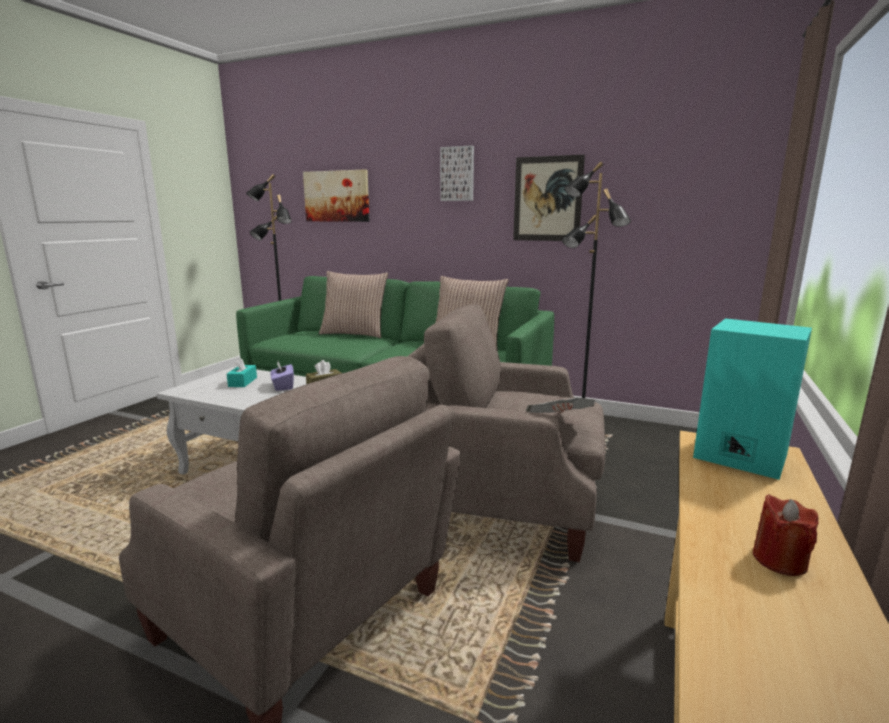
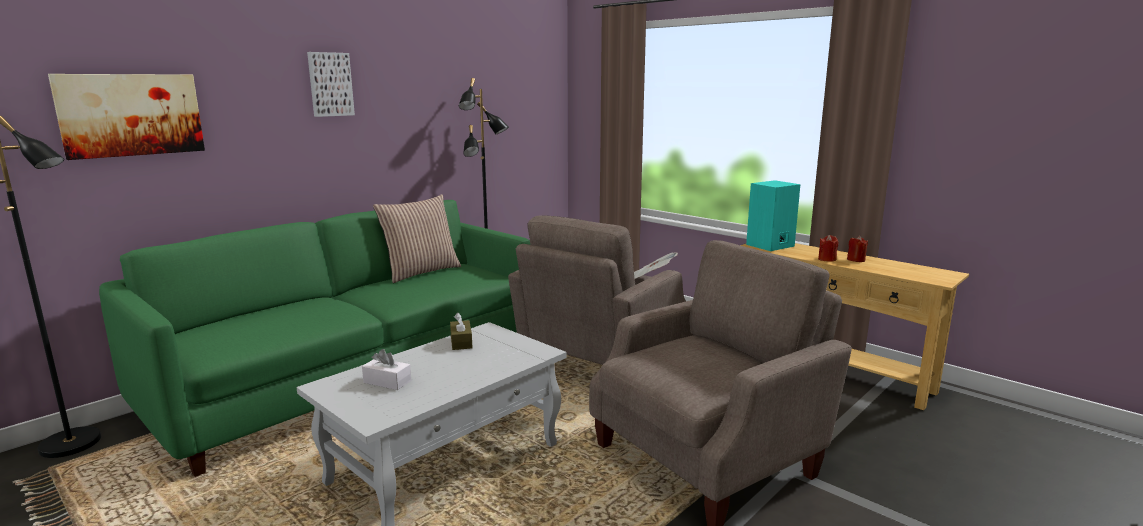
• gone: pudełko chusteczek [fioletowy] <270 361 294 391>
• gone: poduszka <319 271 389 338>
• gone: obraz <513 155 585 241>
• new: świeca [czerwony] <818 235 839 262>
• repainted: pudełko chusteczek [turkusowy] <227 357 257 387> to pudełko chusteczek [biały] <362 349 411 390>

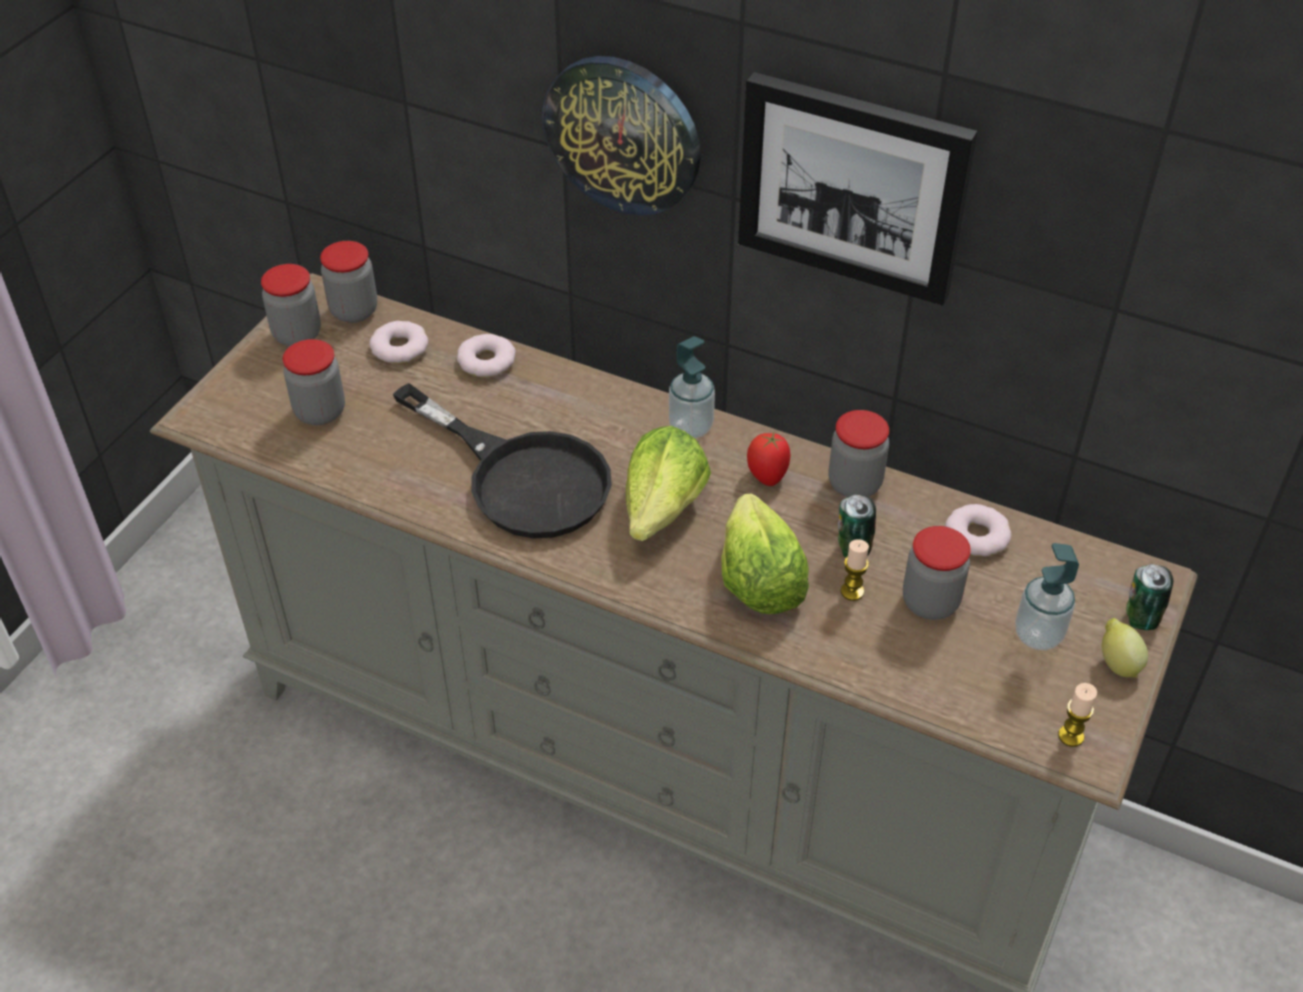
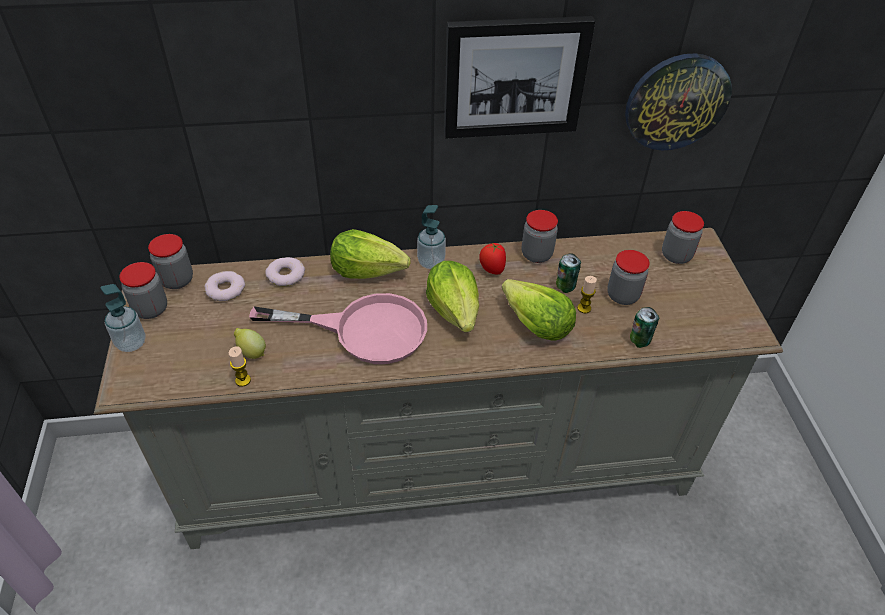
• gone: donut <945 504 1012 556>
• new: sałata <330 229 411 279>
• shifted: słoik <283 339 345 425> to <662 211 704 264>
• shifted: zegar ścienny <542 56 701 215> to <625 53 732 150>
• shifted: dozownik mydła <1015 543 1079 650> to <100 284 146 352>
• shifted: świeca <1058 683 1097 747> to <229 346 251 387>
• shifted: cytryna <1102 618 1148 678> to <234 328 266 359>
• shifted: puszka <1126 564 1173 630> to <630 307 659 348>
• repainted: patelnia [czarny] <393 383 612 539> to patelnia [różowy] <249 293 427 364>

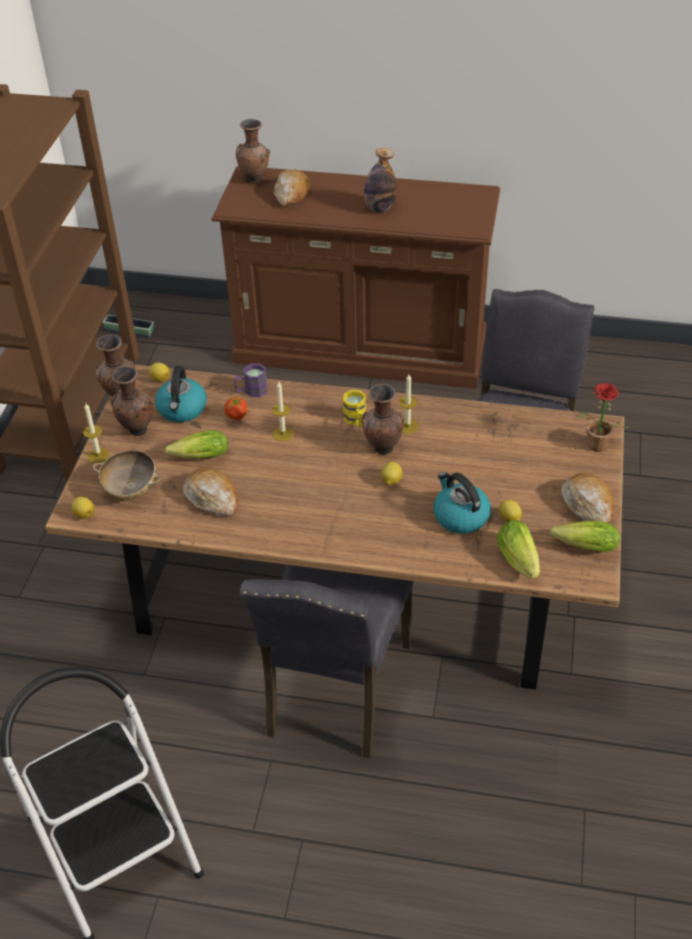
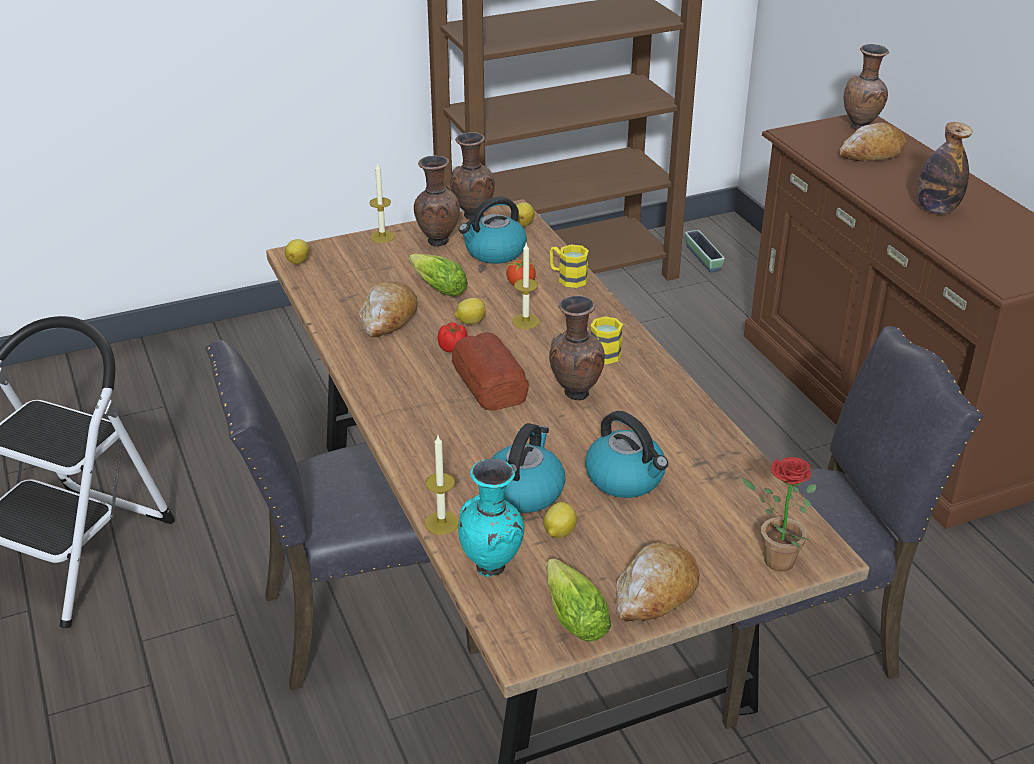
• gone: miska [beżowy] <93 450 161 500>
• new: pomidor <438 322 468 352>
• new: chleb <452 332 528 411>
• new: czajnik <585 411 668 498>
• shifted: cytryna <381 462 403 485> to <454 298 486 324>
• shifted: świeca <399 374 418 434> to <425 436 459 535>
• swapped: sałata <497 520 540 579> to wazon [turkusowy] <458 459 524 577>
• repainted: kubek [fioletowy] <234 364 268 397> to kubek [żółty] <550 244 589 288>

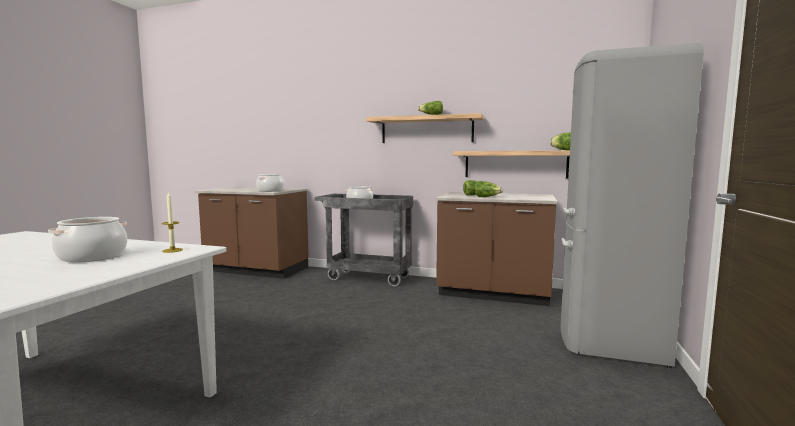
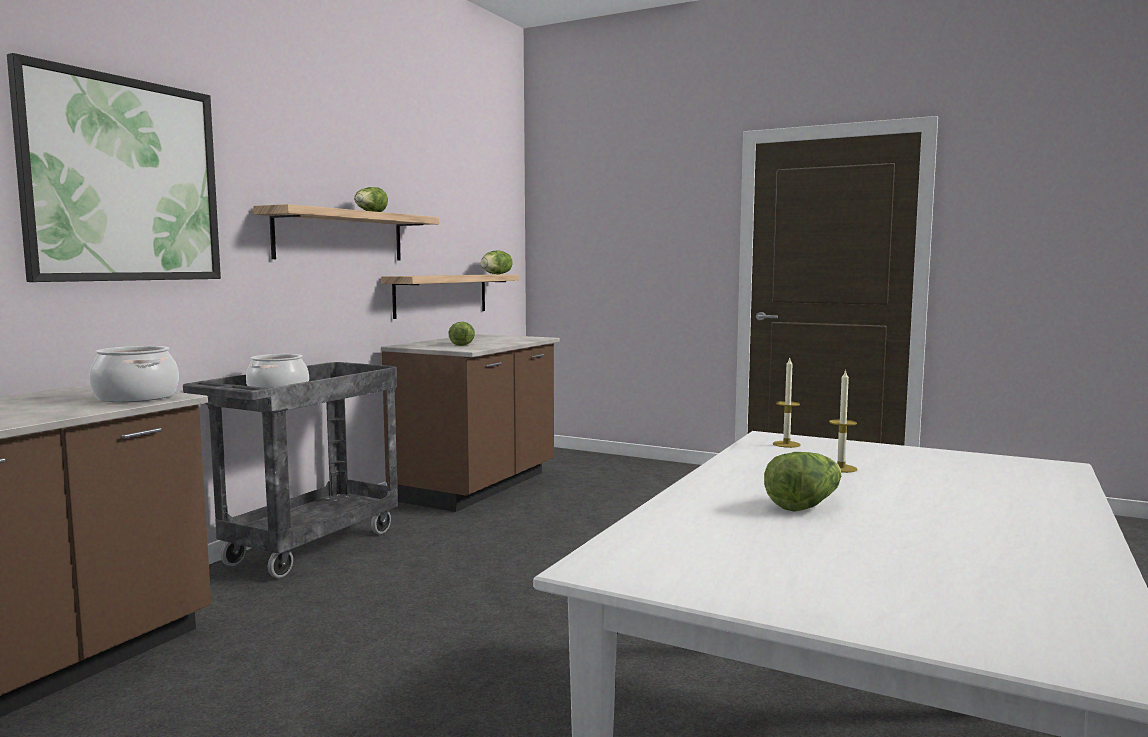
• gone: lodówka [szary] <561 43 704 369>
• new: obraz <7 53 221 282>
• shifted: sałata <475 181 503 197> to <764 452 841 512>
• swapped: garnek <48 217 127 262> to świeca <829 369 858 473>

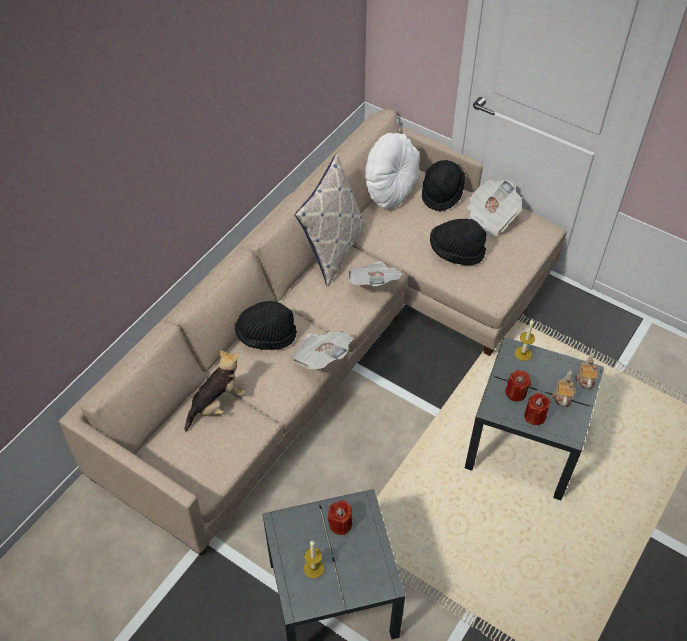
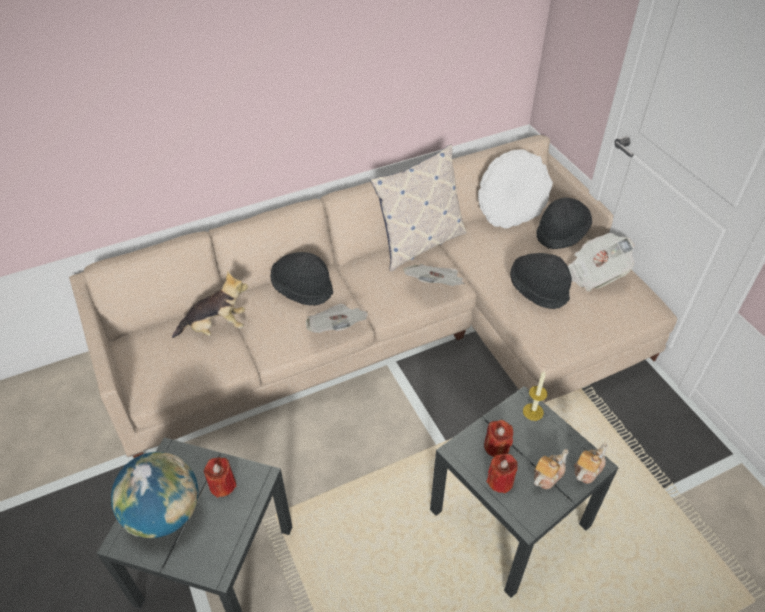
• swapped: świeca <304 541 324 578> to globus <111 452 198 538>

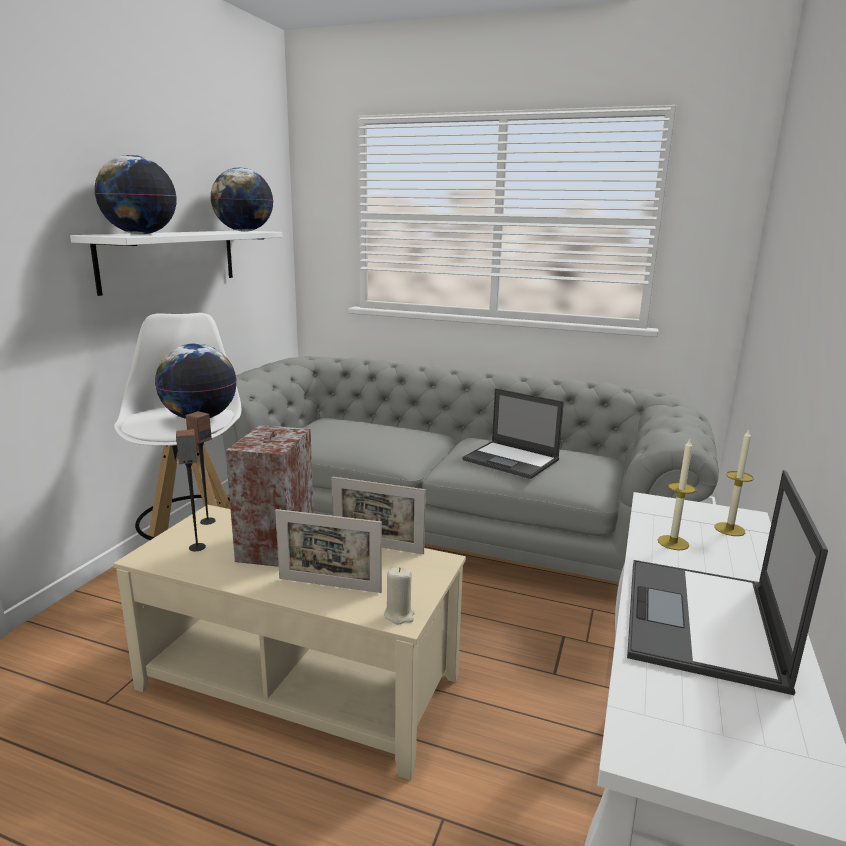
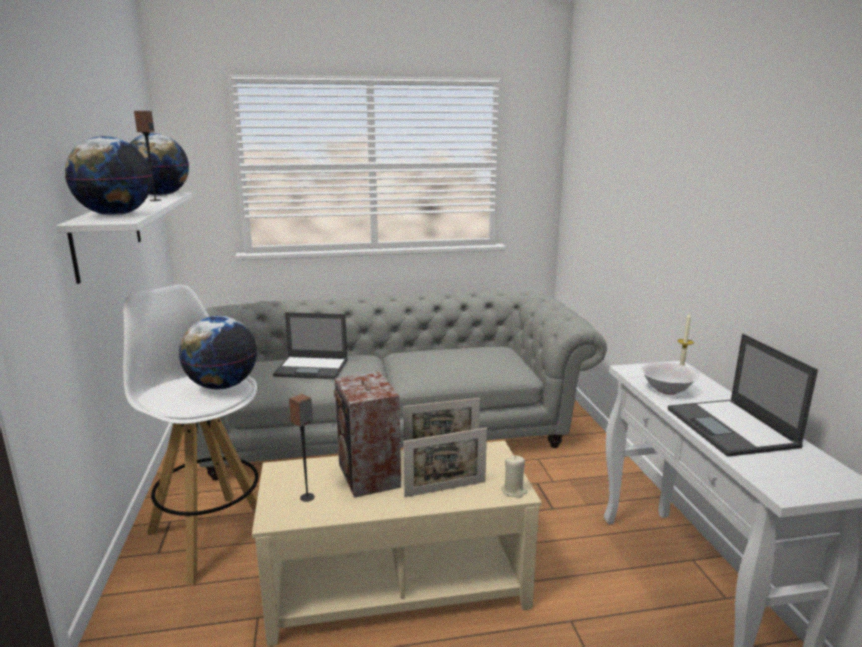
• shifted: głośnik <186 411 216 525> to <134 111 161 201>
• shifted: laptop <462 388 564 479> to <273 312 348 379>
• swapped: świeca <658 439 696 550> to miska [biały] <641 362 699 395>

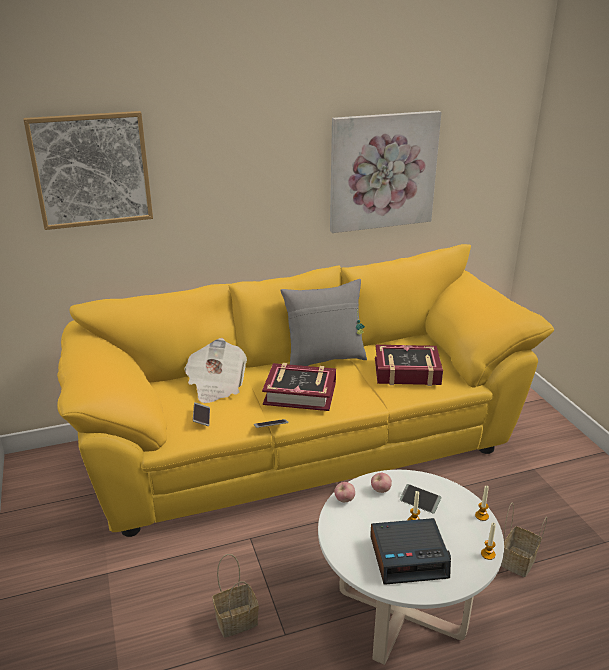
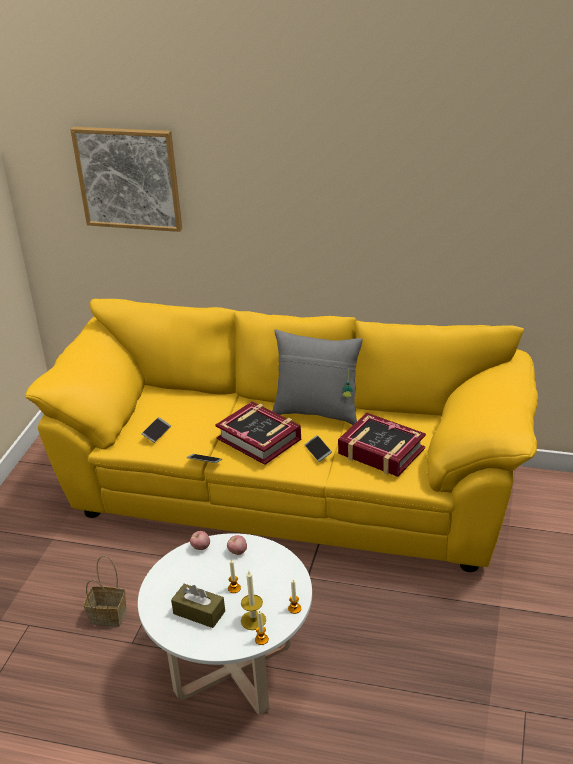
• gone: gazeta <185 338 247 403>
• gone: obraz <330 111 441 233>
• gone: koszyk <501 502 547 577>
• new: świeca <241 571 266 630>
• shifted: telefon <400 484 441 514> to <305 435 332 462>
• swapped: budzik <370 518 451 585> to pudełko chusteczek [brązowy] <171 584 225 628>

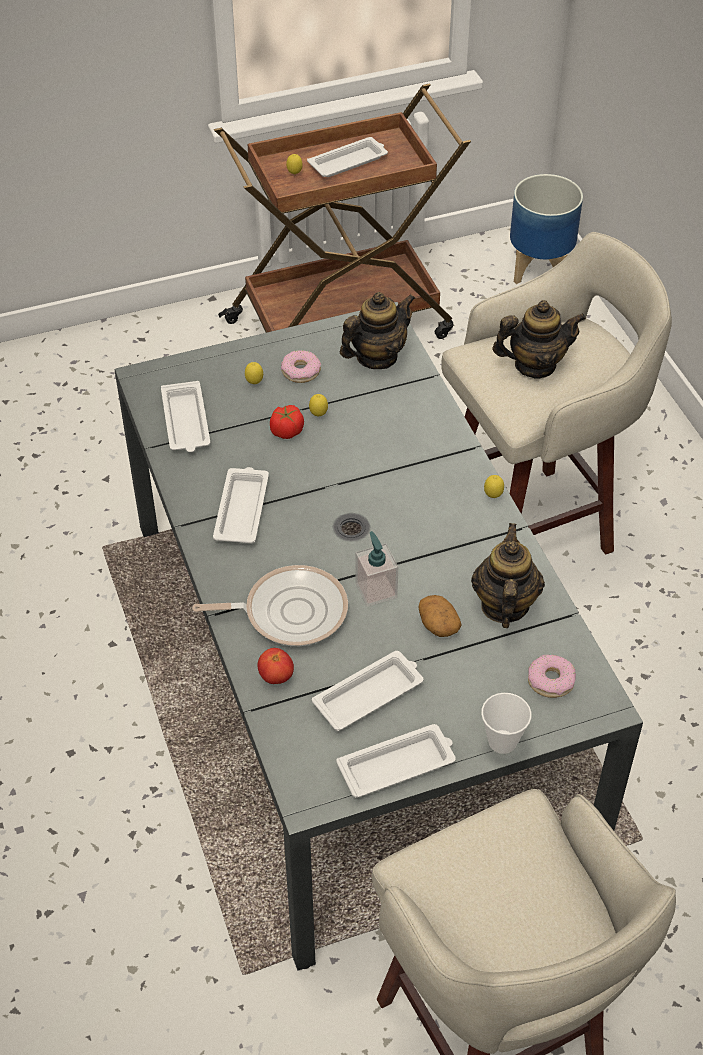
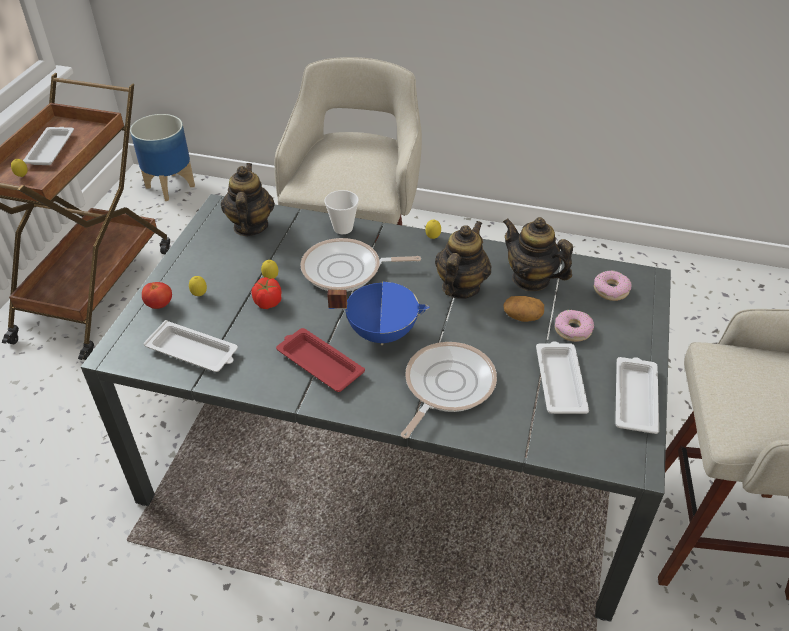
• gone: dozownik mydła <355 531 398 607>
• new: patelnia <300 238 421 292>
• new: garnek [niebieski] <327 282 429 345>
• shifted: pomidor <257 648 294 684> to <142 282 172 309>
• shifted: donut <281 350 321 383> to <555 310 594 342>
• shifted: filiżanka <481 693 532 754> to <325 190 359 234>
• shifted: imbryk <492 300 586 379> to <435 221 492 299>
• repainted: taca [biały] <213 467 269 543> to taca [czerwony] <276 328 365 392>

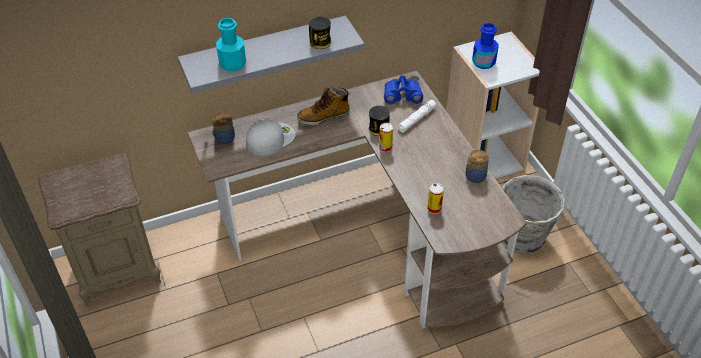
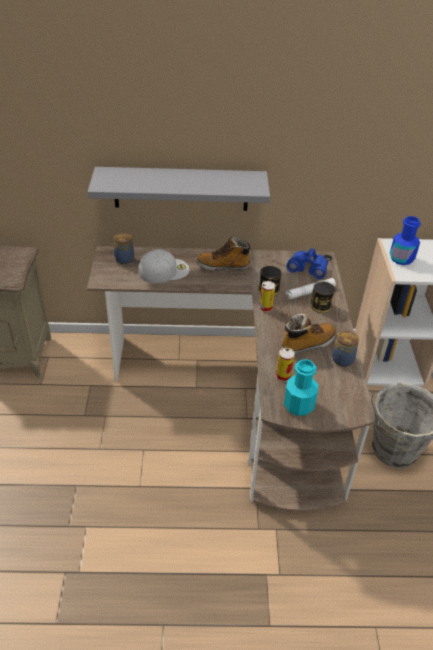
• new: but z cholewką <281 313 336 354>
• shifted: butelka [turkusowy] <216 18 246 71> to <284 359 318 416>
• shifted: puszka <309 17 331 49> to <311 281 335 313>

